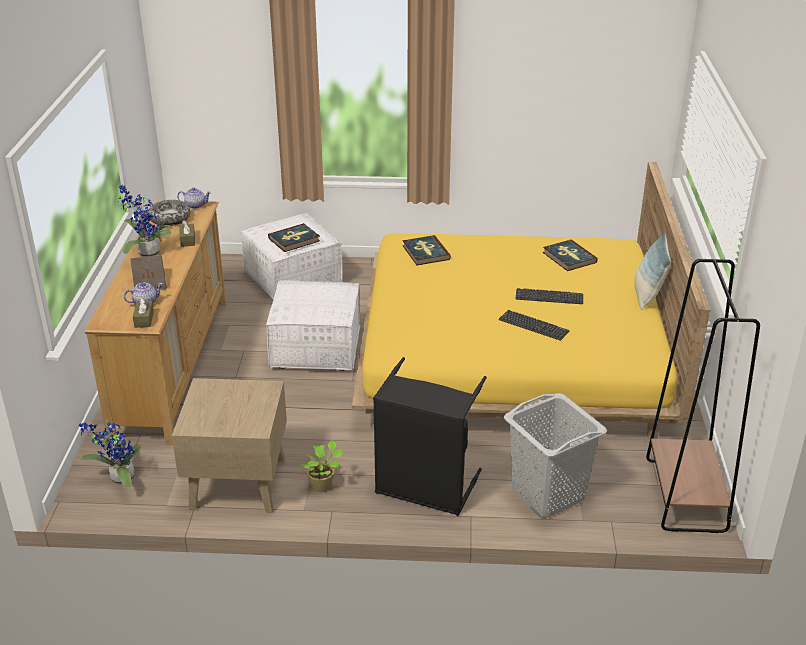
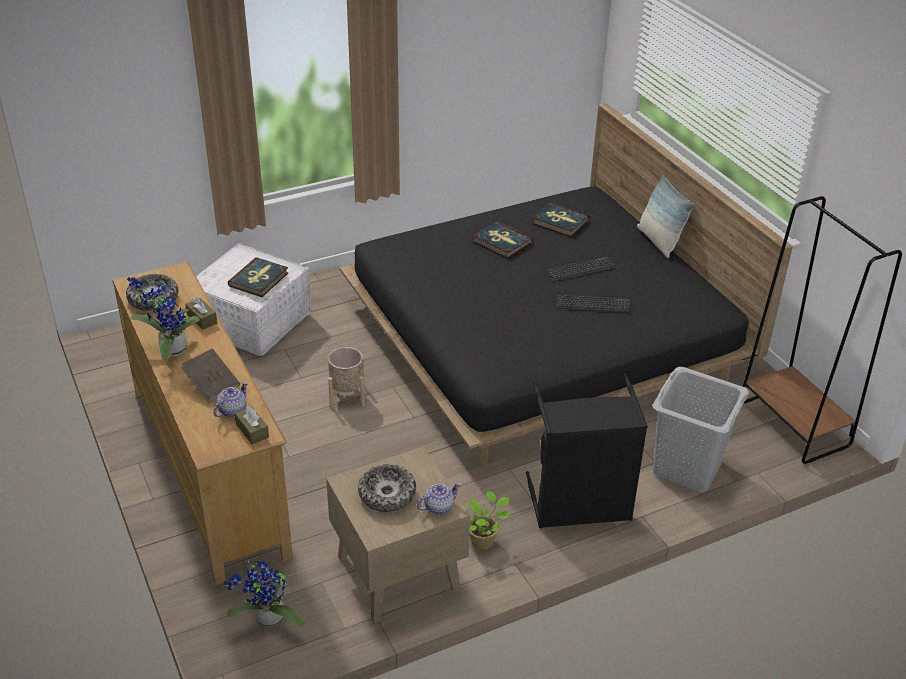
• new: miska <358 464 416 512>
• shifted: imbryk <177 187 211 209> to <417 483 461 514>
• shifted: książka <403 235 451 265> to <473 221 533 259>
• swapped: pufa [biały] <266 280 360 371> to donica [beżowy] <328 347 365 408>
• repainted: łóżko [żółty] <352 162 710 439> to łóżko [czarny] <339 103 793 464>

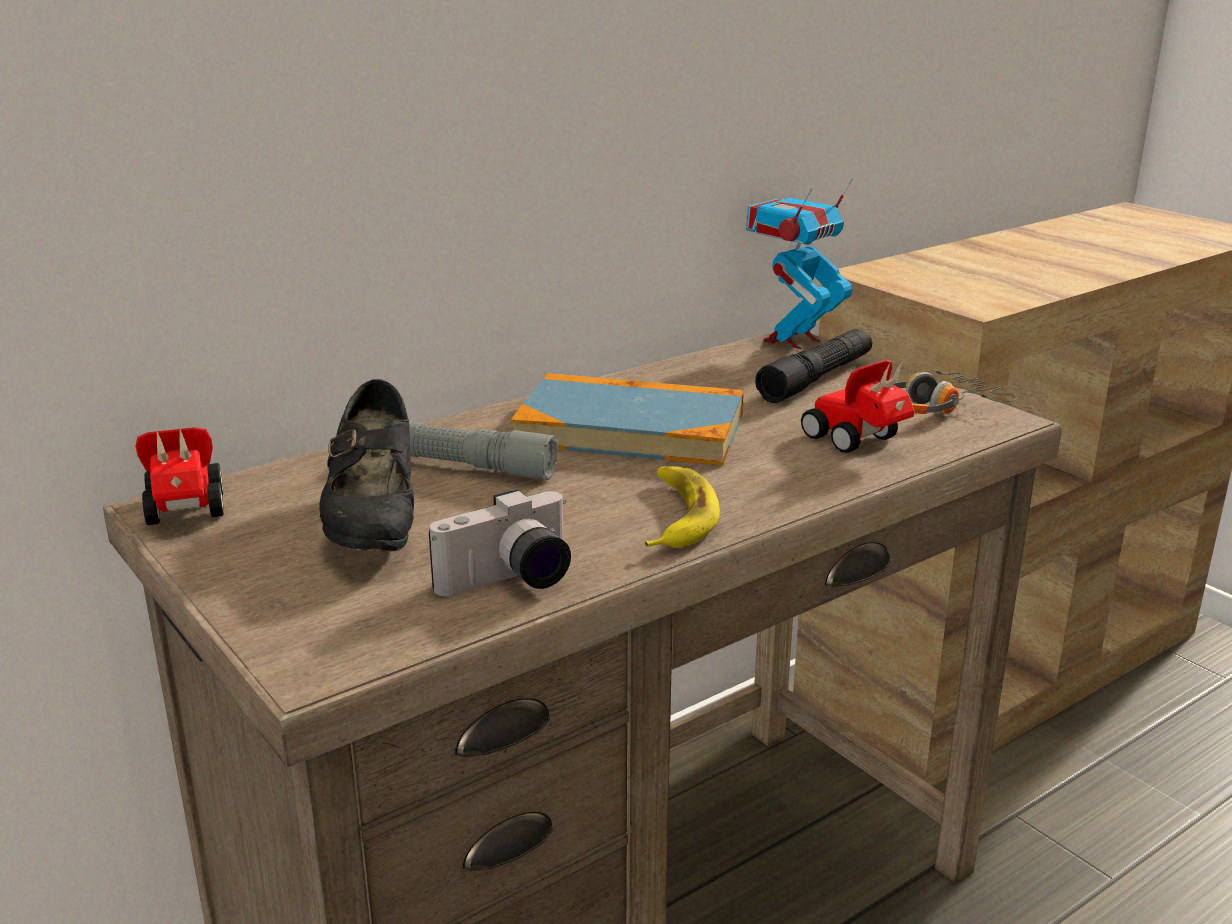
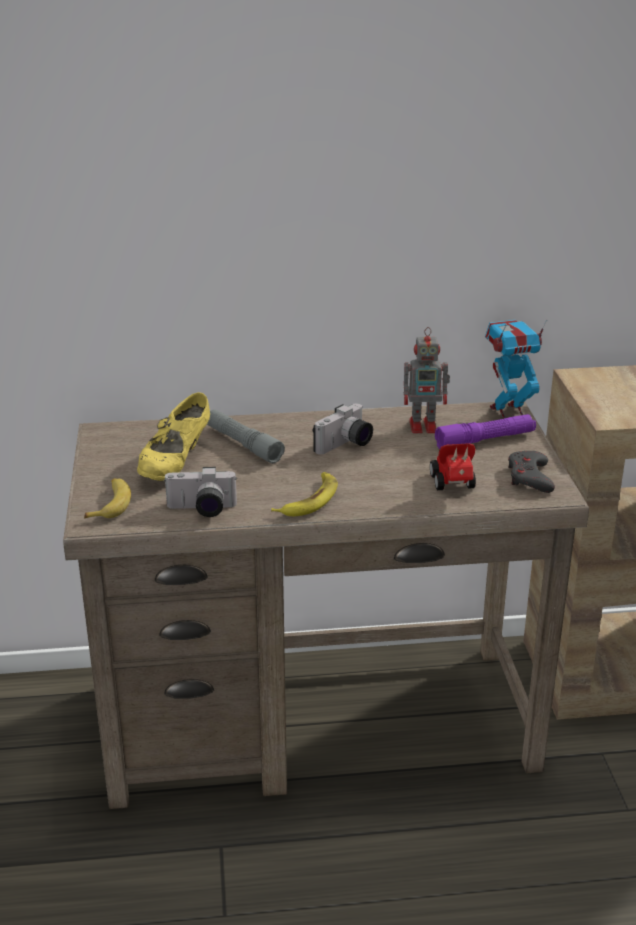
• gone: samochodzik <136 427 224 525>
• new: banan <84 478 131 518>
• new: robot zabawkowy <404 327 450 433>
• swapped: książka <511 373 744 466> to aparat fotograficzny <313 404 373 454>
• swapped: słuchawki <894 369 1017 415> to pad do gier [szary] <508 451 555 493>
• repainted: but [czarny] <320 379 414 552> to but [żółty] <137 392 210 481>
• repainted: latarka [czarny] <755 329 873 403> to latarka [fioletowy] <435 414 536 449>

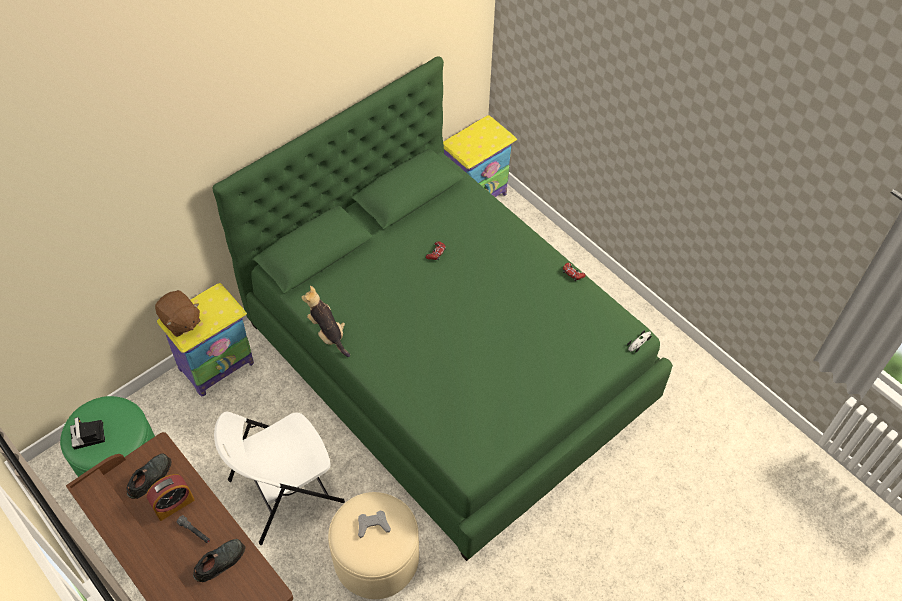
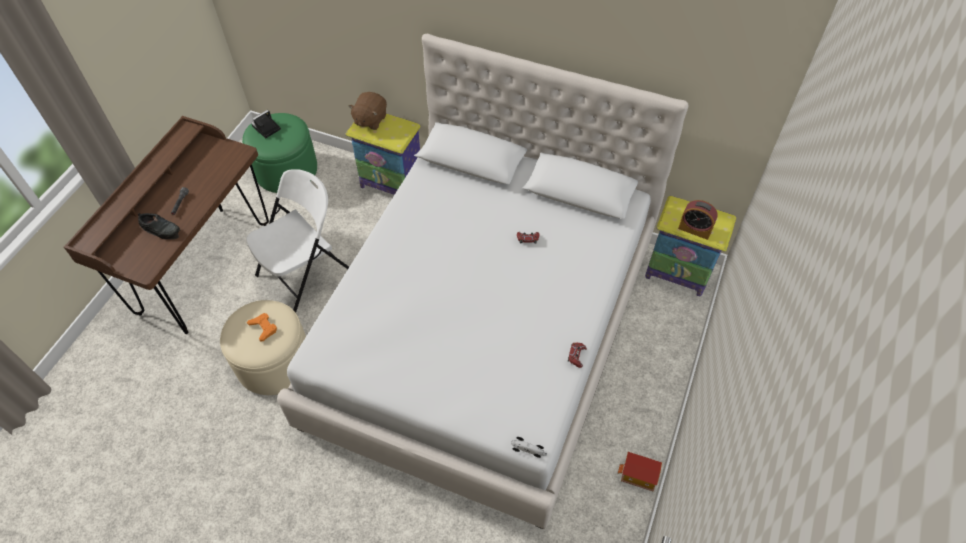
• gone: but [czarny] <127 453 171 499>
• gone: pluszak <301 286 350 357>
• new: domek <618 452 662 492>
• shifted: budzik <146 474 194 521> to <678 200 718 240>
• repainted: łóżko [zielony] <213 57 673 561> to łóżko [biały] <277 34 688 529>
• repainted: pad do gier [szary] <358 510 391 538> to pad do gier [pomarańczowy] <247 313 277 342>
• rotated: krzesło [biały] <214 412 345 545> = <246 169 349 313> 105 degrees clockwise

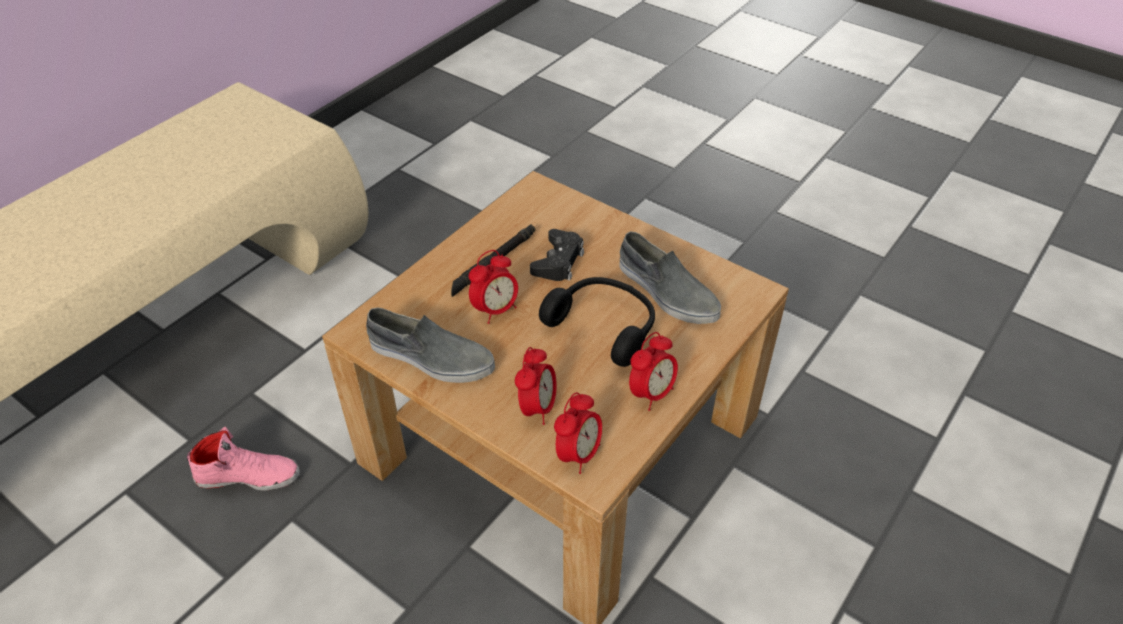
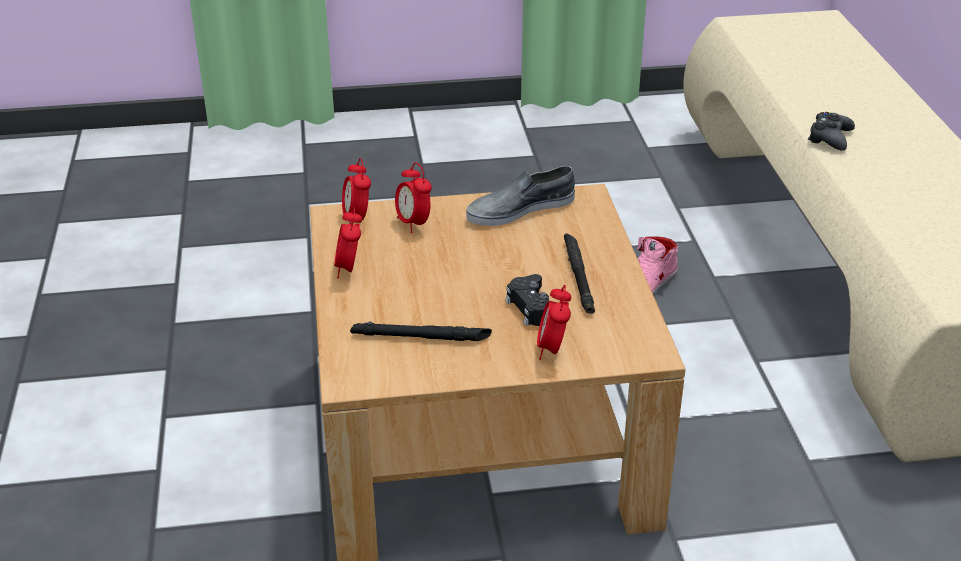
• gone: słuchawki [czarny] <539 277 655 367>
• new: pad do gier [czarny] <808 112 855 151>
• shifted: budzik <469 250 518 324> to <537 285 571 360>
• swapped: but [szary] <619 231 721 324> to latarka [czarny] <350 321 492 341>

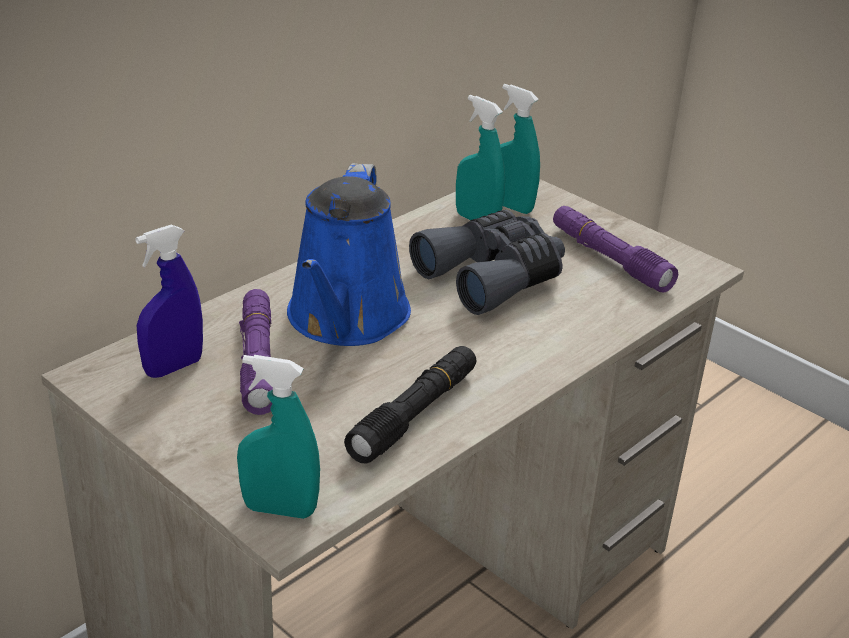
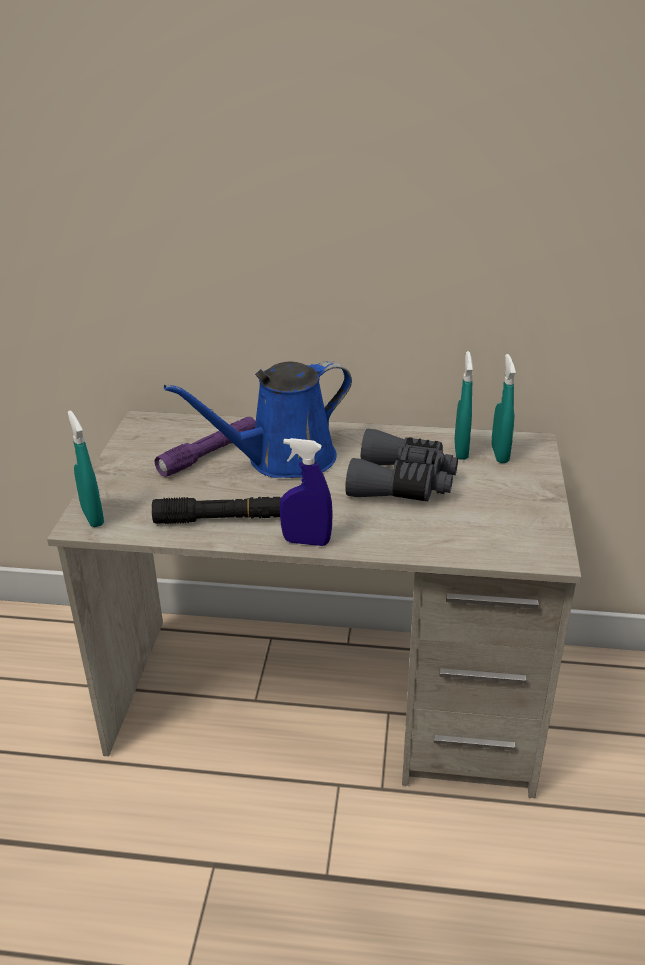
• gone: latarka [fioletowy] <553 206 678 293>
• shifted: spryskiwacz [niebieski] <135 225 203 378> to <279 438 333 546>

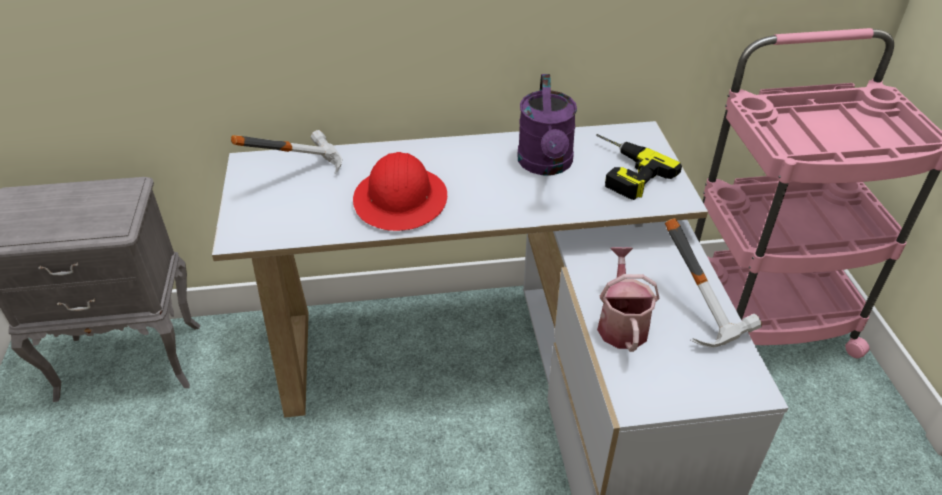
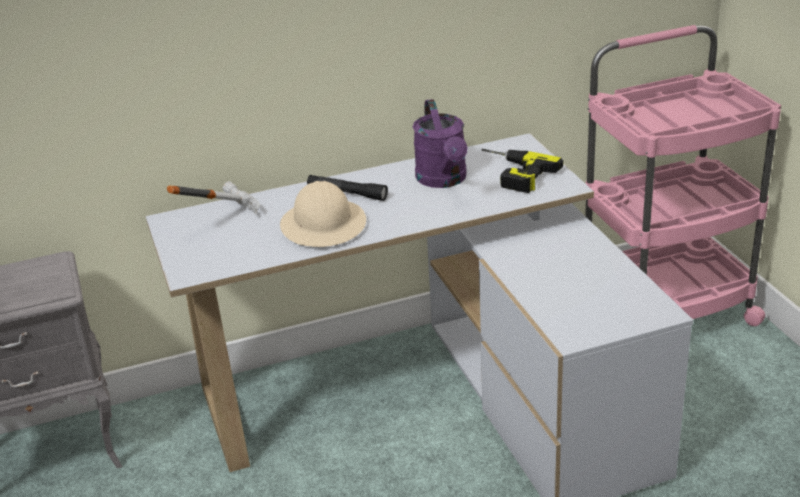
• gone: konewka <597 247 660 352>
• gone: młotek <665 218 762 348>
• new: latarka [czarny] <307 175 388 201>
• repainted: kask [czerwony] <353 152 447 231> to kask [beżowy] <280 181 366 247>

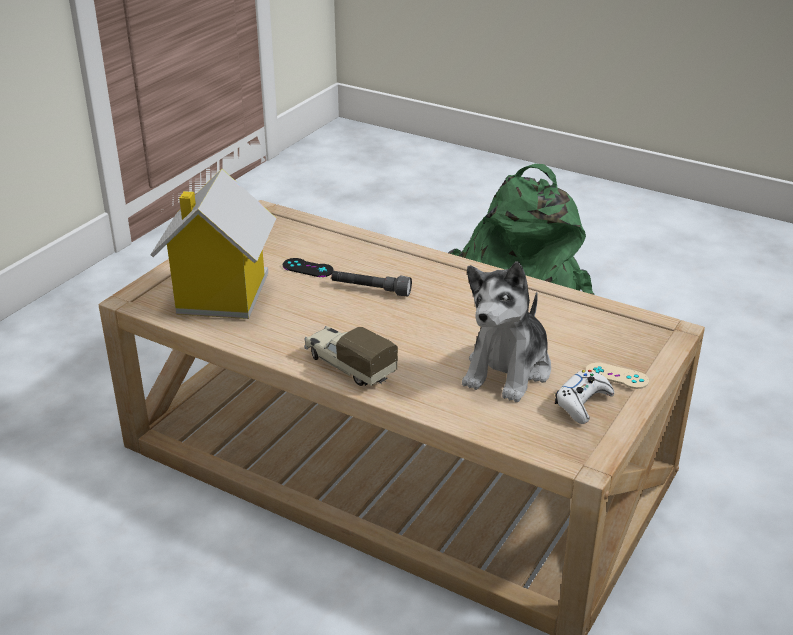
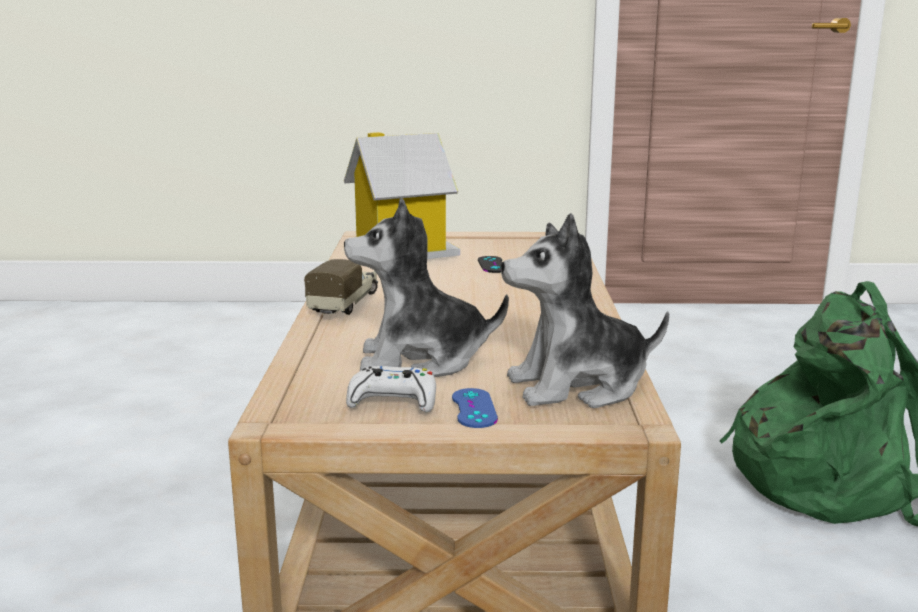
• gone: latarka [szary] <331 271 412 296>
• new: pluszak <501 213 669 408>
• repainted: pad do gier [beżowy] <586 362 649 389> to pad do gier [niebieski] <452 388 498 428>

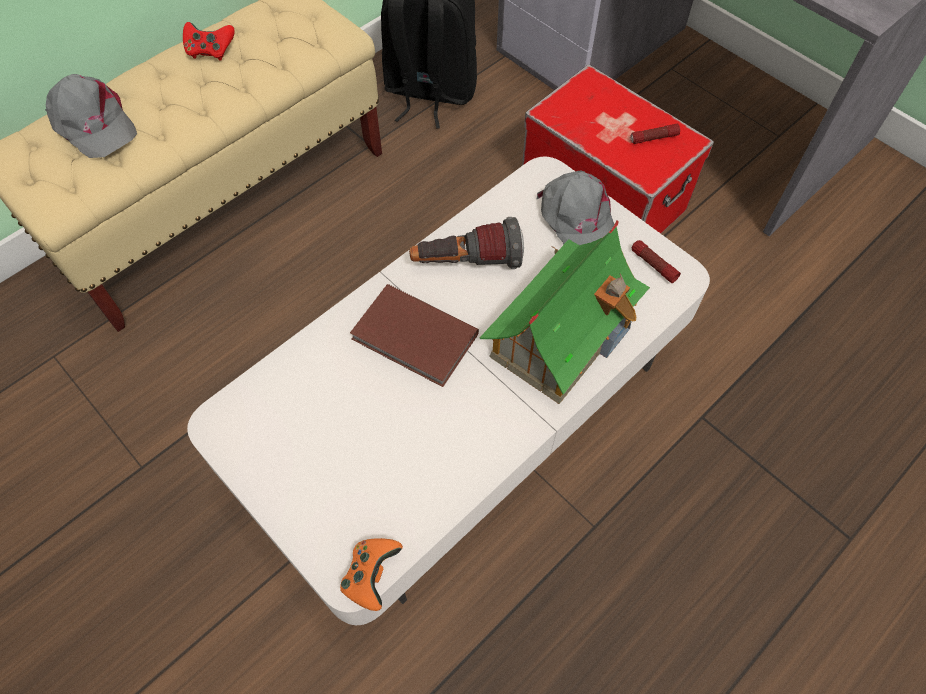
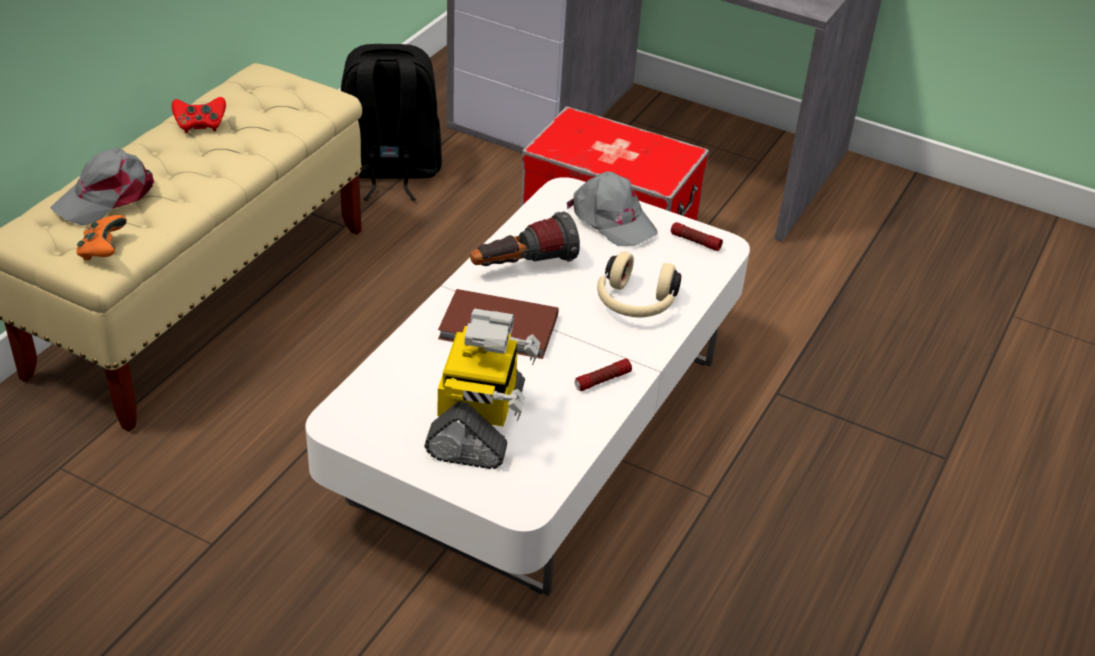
• new: robot zabawkowy <425 309 540 469>
• shifted: pad do gier [pomarańczowy] <340 538 403 611> to <76 215 127 260>
• shifted: latarka <630 124 680 144> to <575 358 632 391>
• swapped: domek <480 220 650 404> to słuchawki [beżowy] <597 252 681 317>
• rotated: czapka z daszkiem [szary] <45 74 137 158> = <50 148 154 226> 105 degrees clockwise

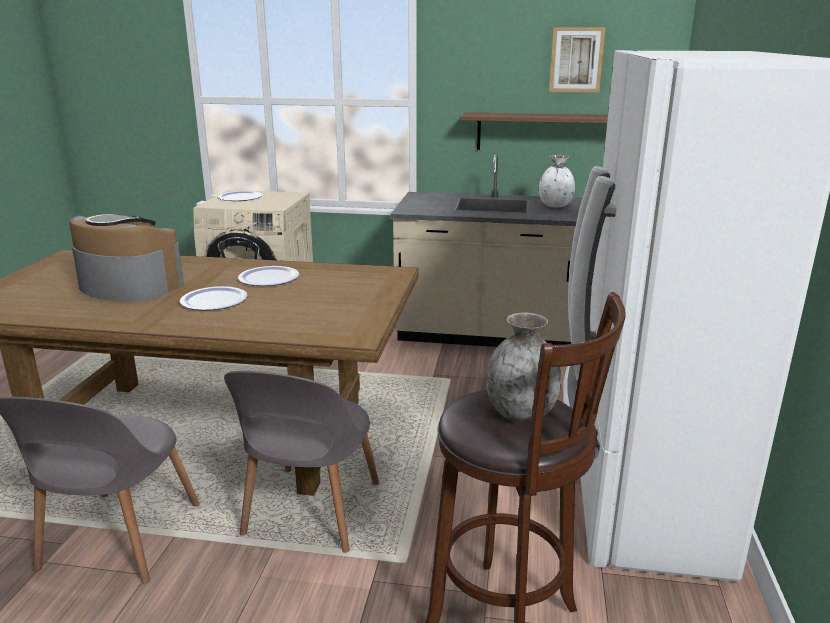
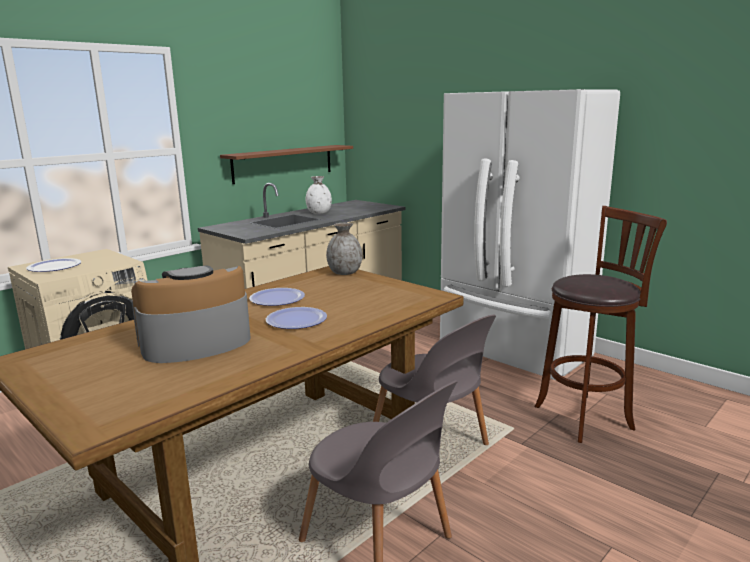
• gone: obraz <549 27 606 92>
• shifted: wazon [szary] <486 313 561 422> to <326 223 362 275>

